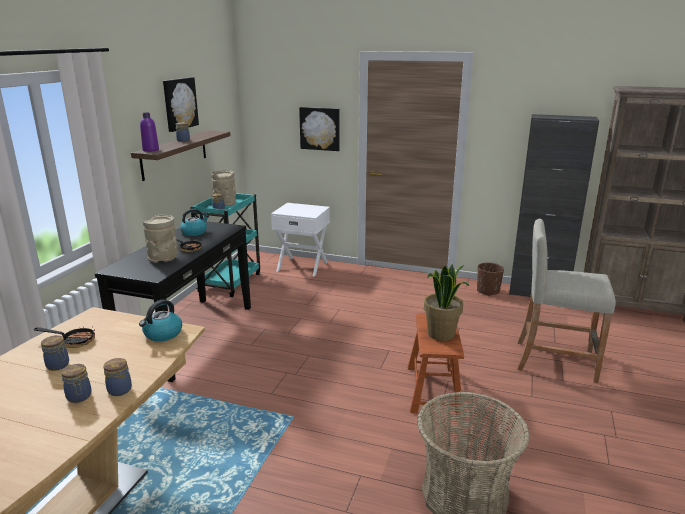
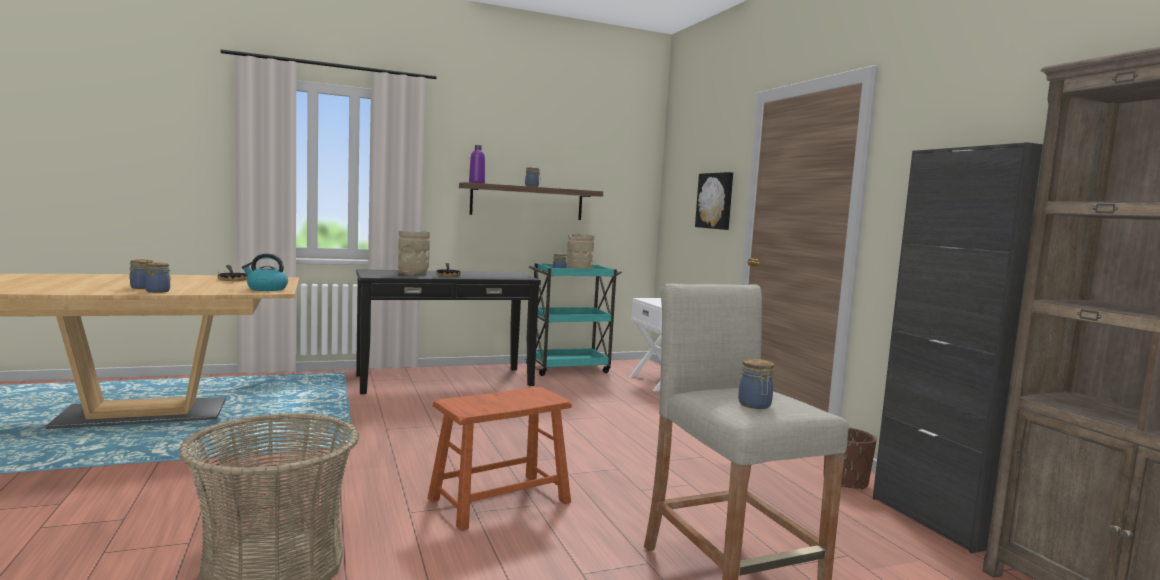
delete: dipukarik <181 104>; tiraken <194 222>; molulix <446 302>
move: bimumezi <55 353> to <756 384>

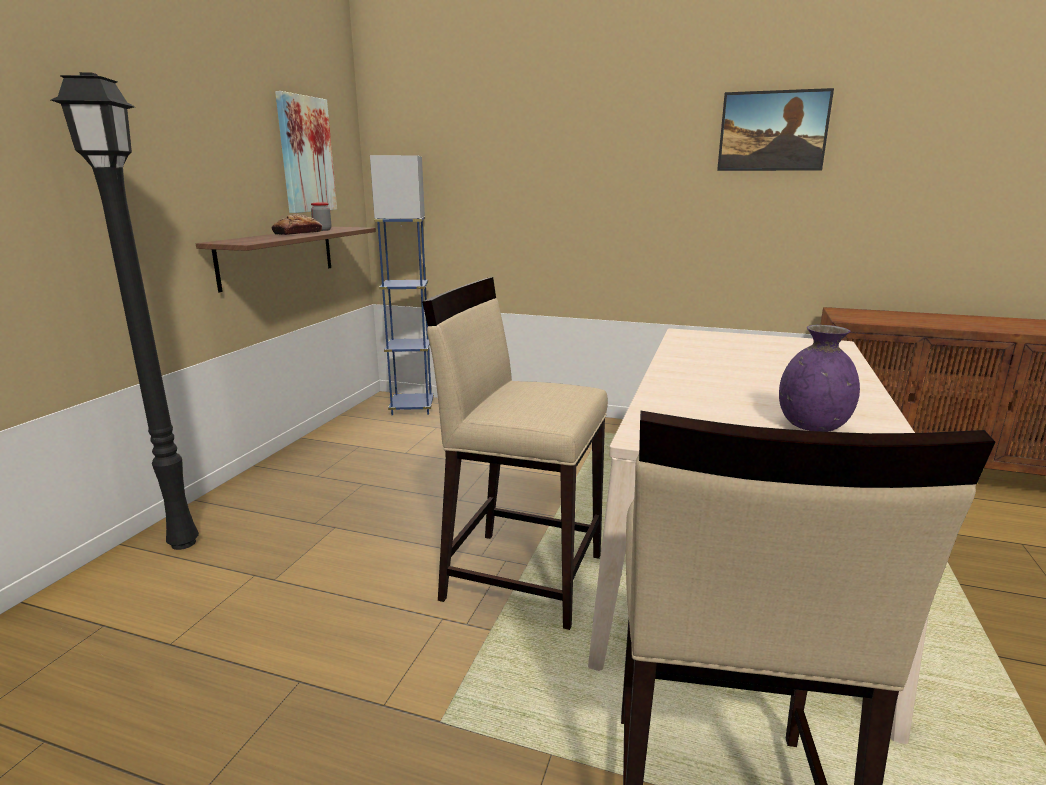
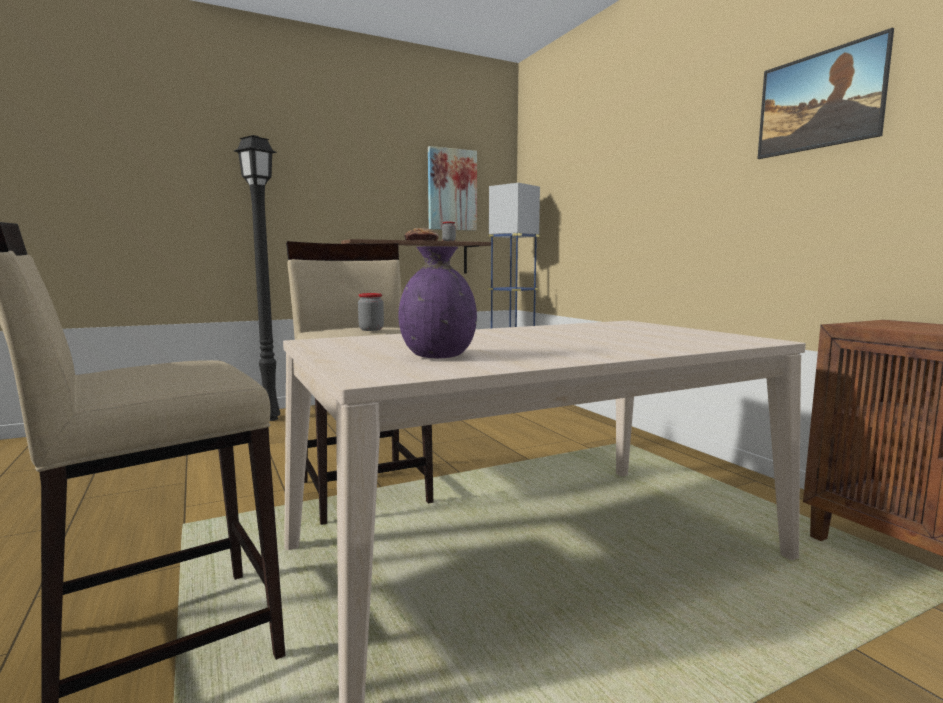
insert: bimumezi <371 312>

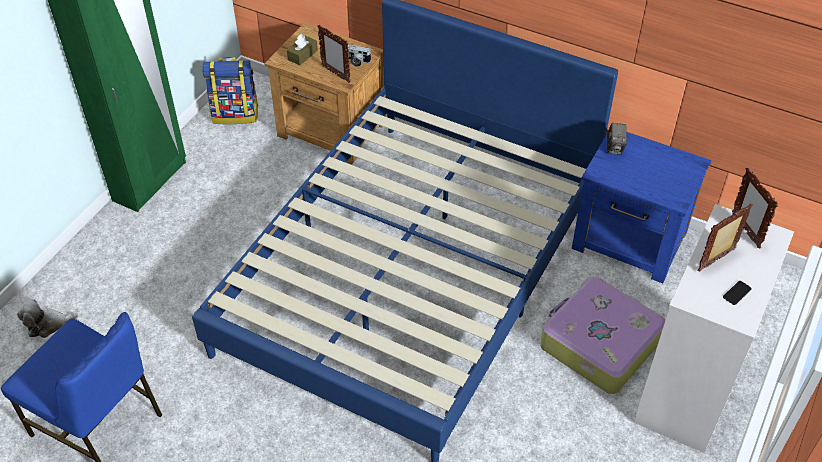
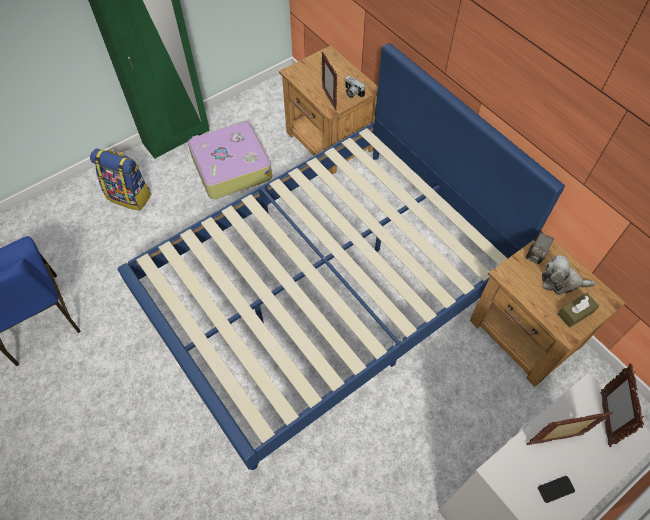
move: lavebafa <230 90> to <120 179>; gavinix <602 335> to <230 160>; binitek <47 318> to <569 275>; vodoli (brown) <302 49> to <578 310>
recolor: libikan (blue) <641 207> to libikan (brown) <548 309>

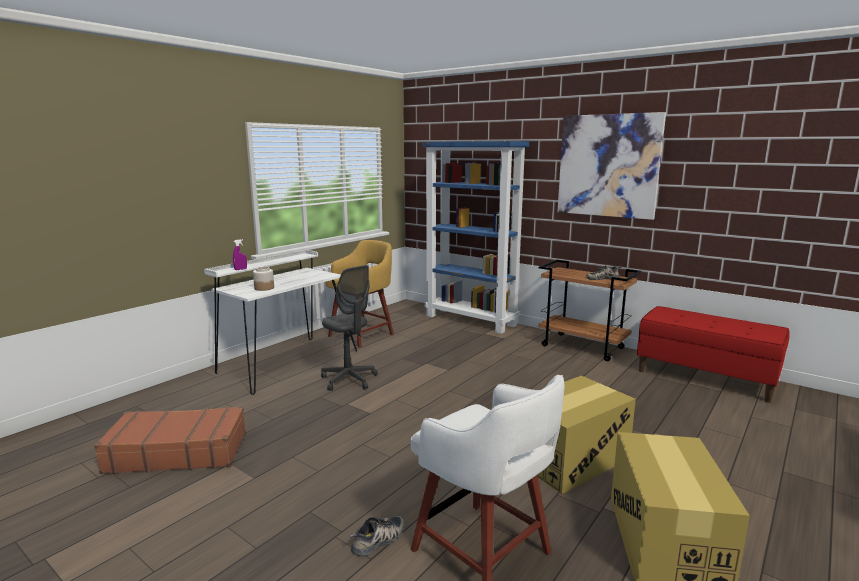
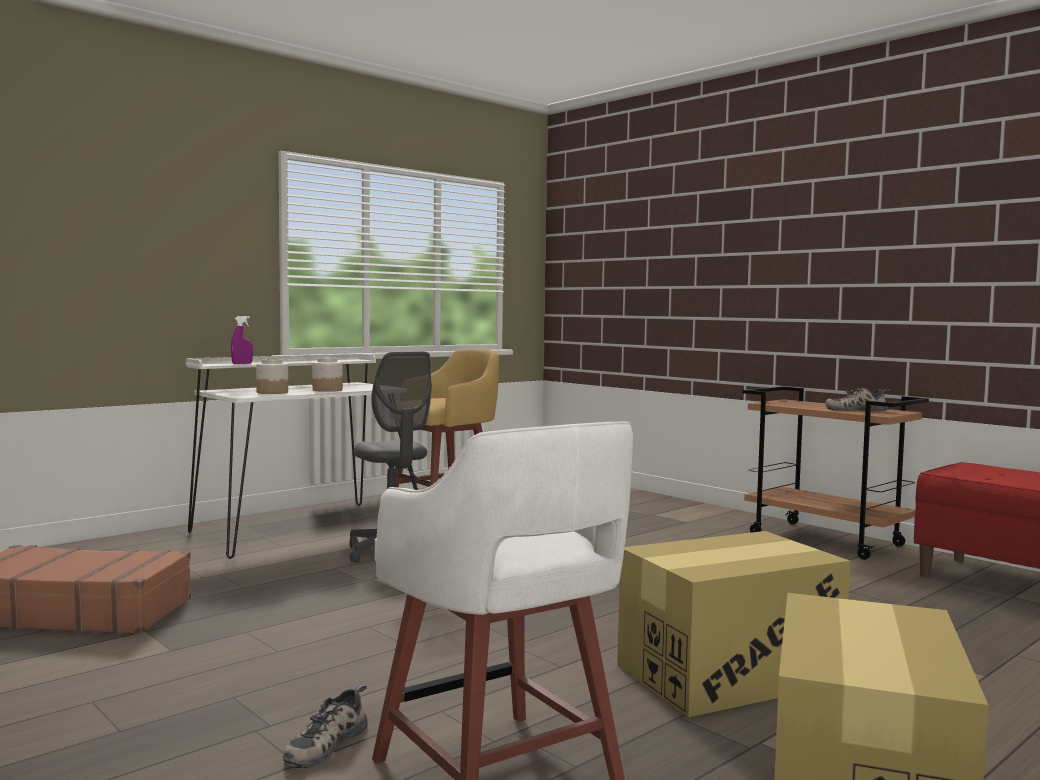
delete: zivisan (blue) <475 237>; dipukarik <611 166>
insert: bimumezi <327 375>
rotate: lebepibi <377 536> = <325 726> 150 degrees clockwise

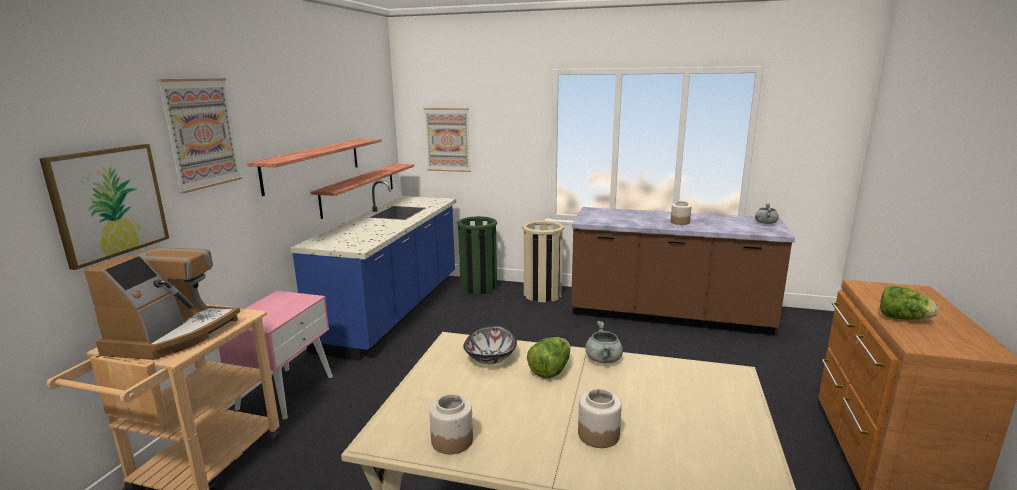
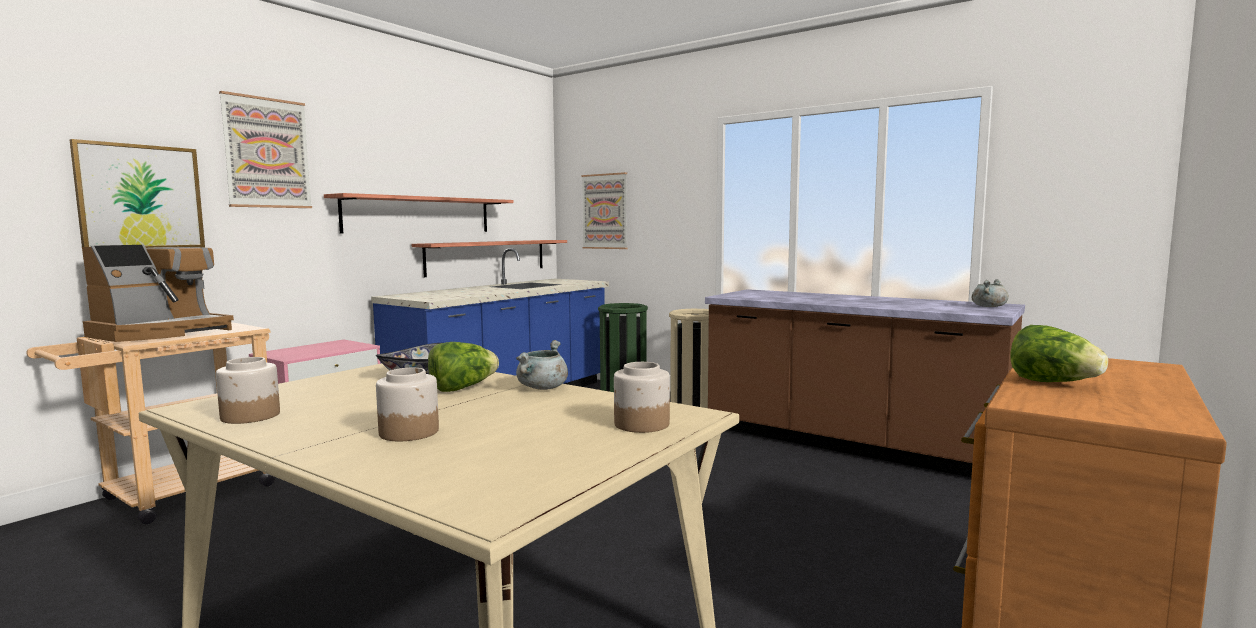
move: bimumezi <681 213> to <642 397>

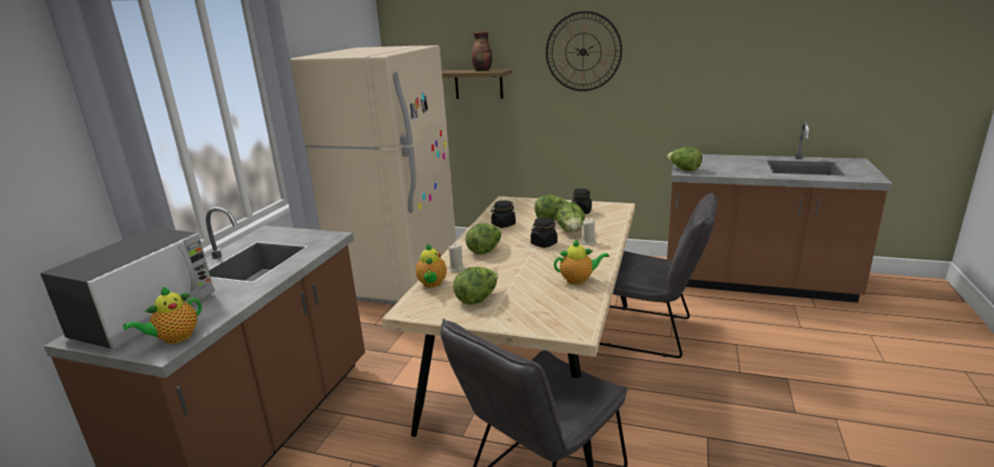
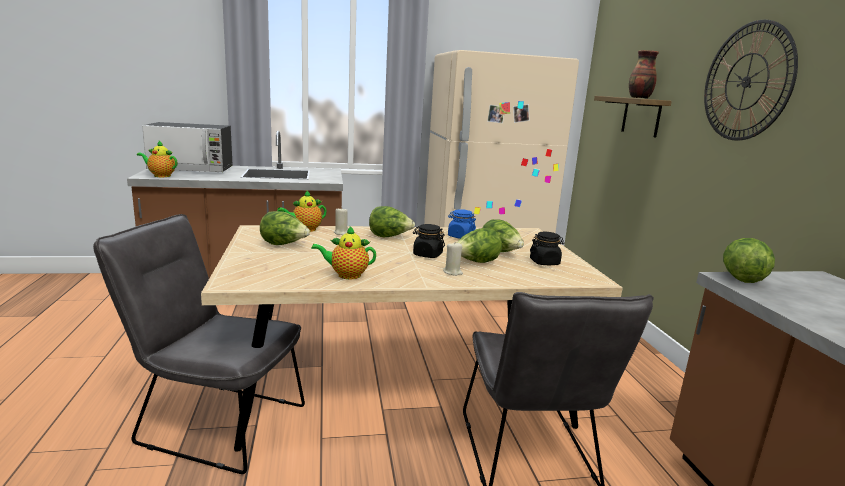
recolor: bimumezi (black) <503 214> to bimumezi (blue) <462 224>
rotate: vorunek <581 262> = <343 252> 120 degrees clockwise

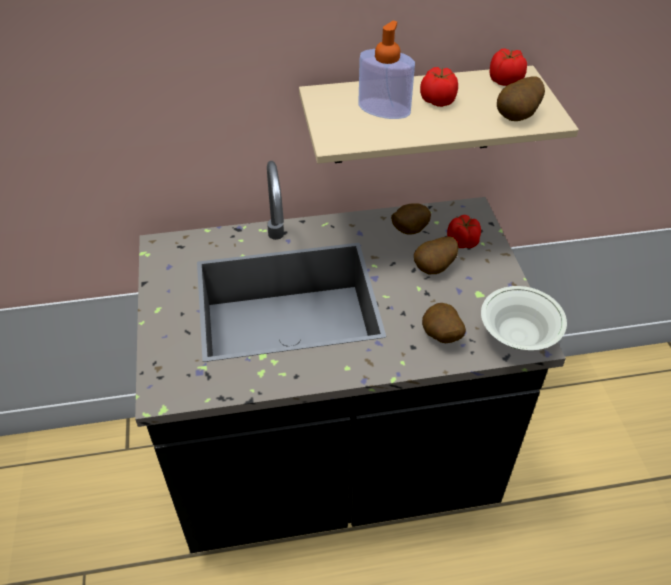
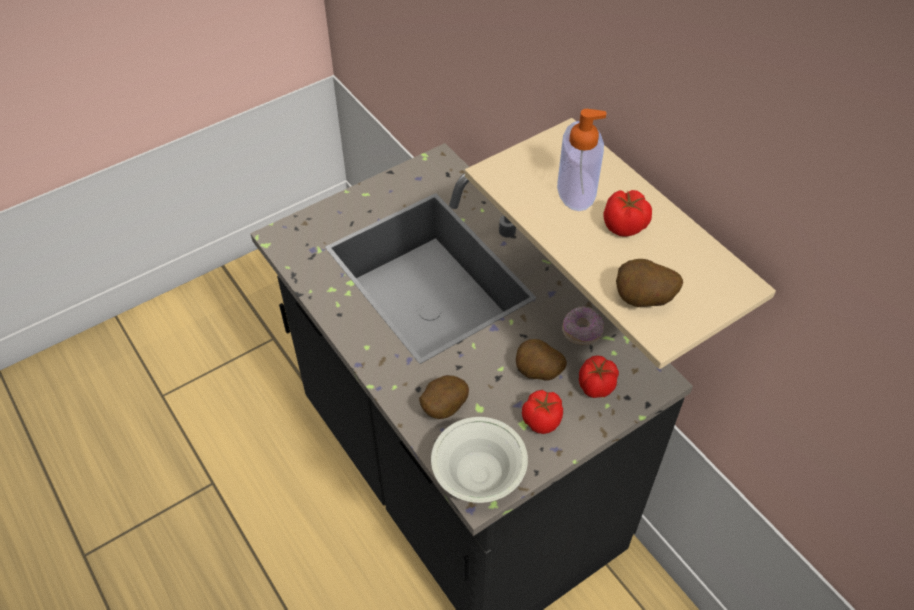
move: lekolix <508 67> to <542 412>
replace: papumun <411 219> to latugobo <583 325>

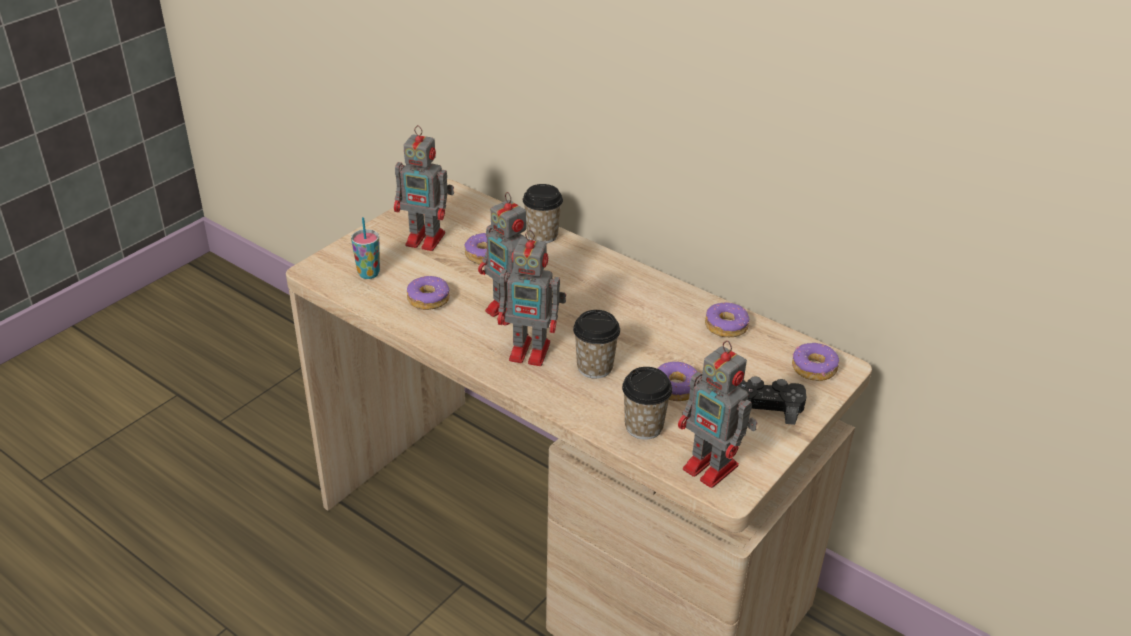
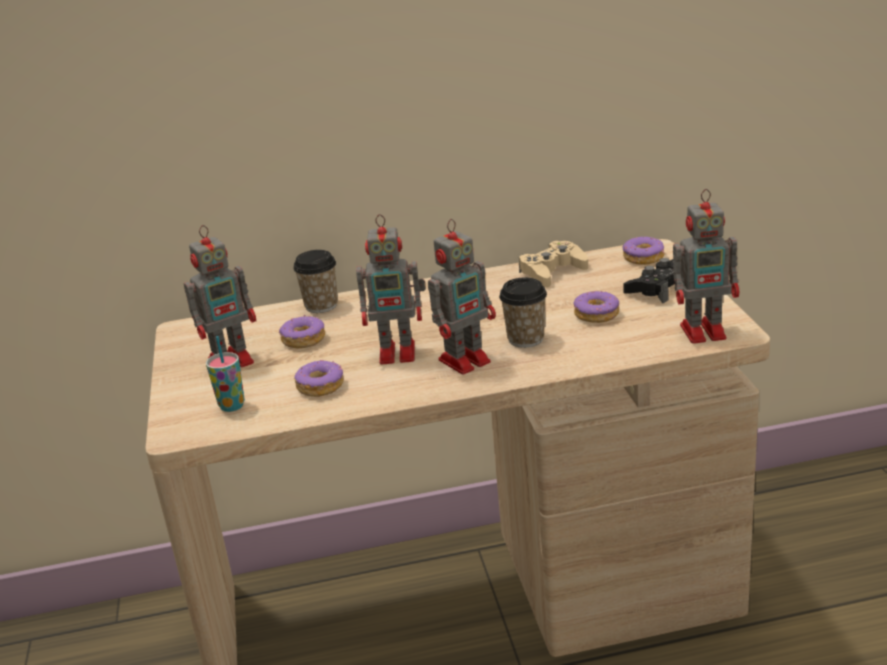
delete: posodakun <647 403>
replace: latugobo <727 319> to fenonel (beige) <553 264>

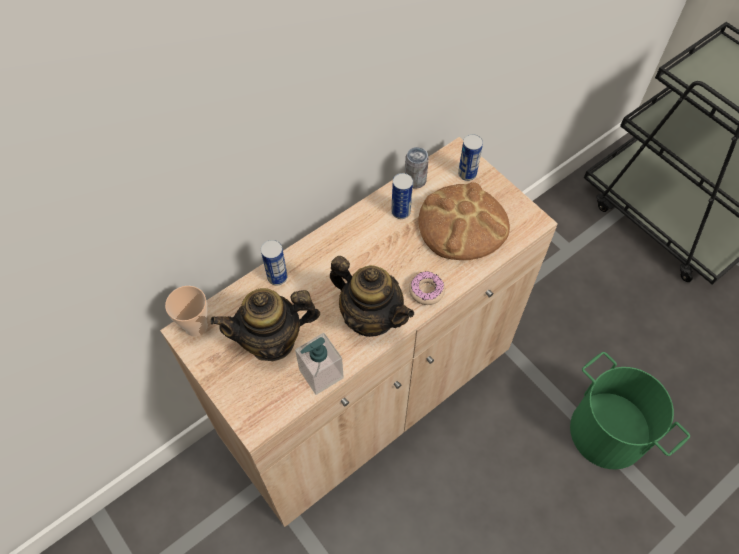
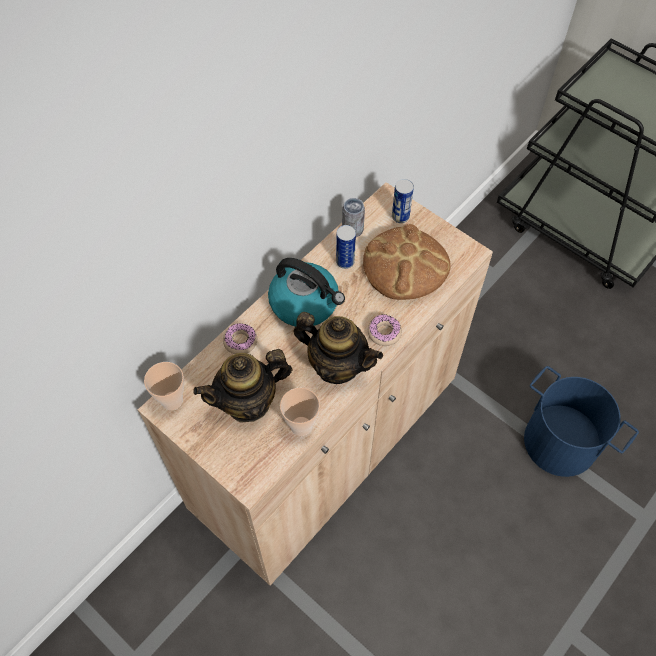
insert: tiraken <306 292>
replace: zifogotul <274 262> to latugobo <240 338>; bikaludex <319 364> to posodakun <300 412>
recolor: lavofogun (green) <630 410> to lavofogun (blue) <581 421>

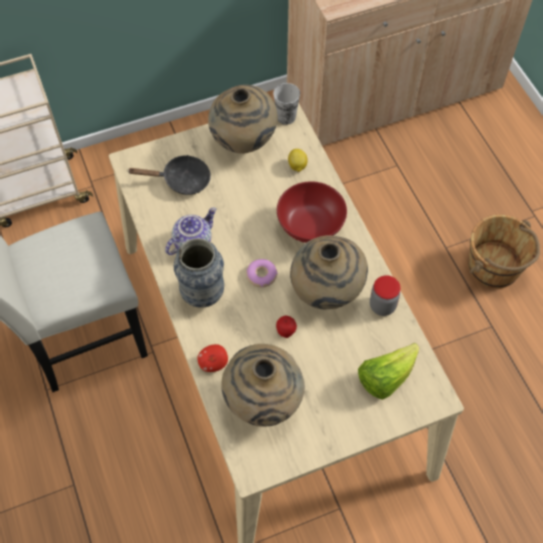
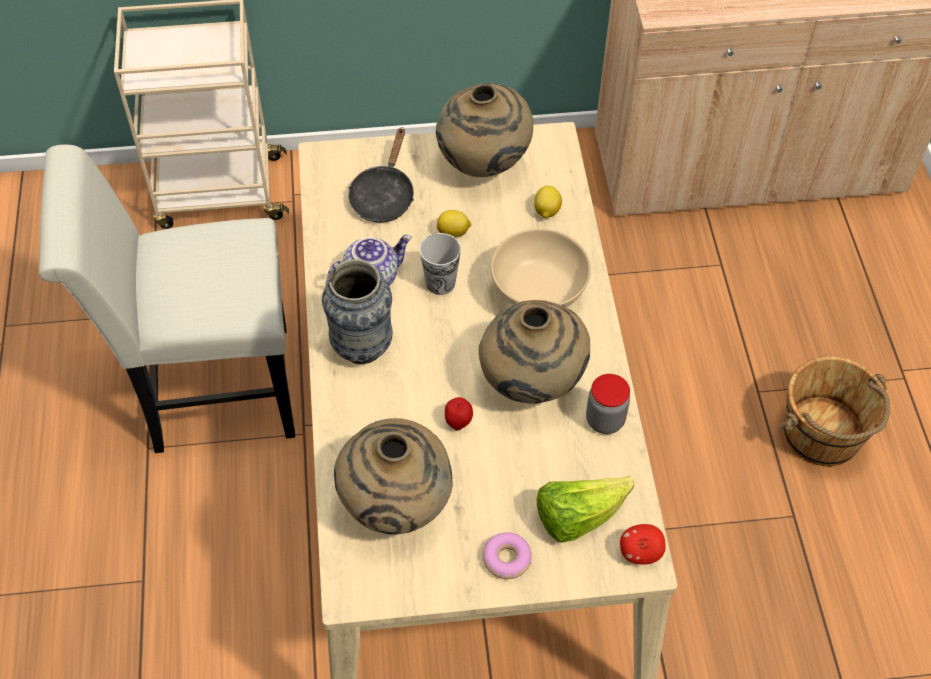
insert: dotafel <454 224>
move: posodakun <286 104> to <440 264>; latugobo <262 273> to <507 555>; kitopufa <212 358> to <643 544>
recolor: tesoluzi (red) <312 212> to tesoluzi (beige) <541 268>
rotate: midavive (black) <169 175> = <381 175> 90 degrees clockwise

